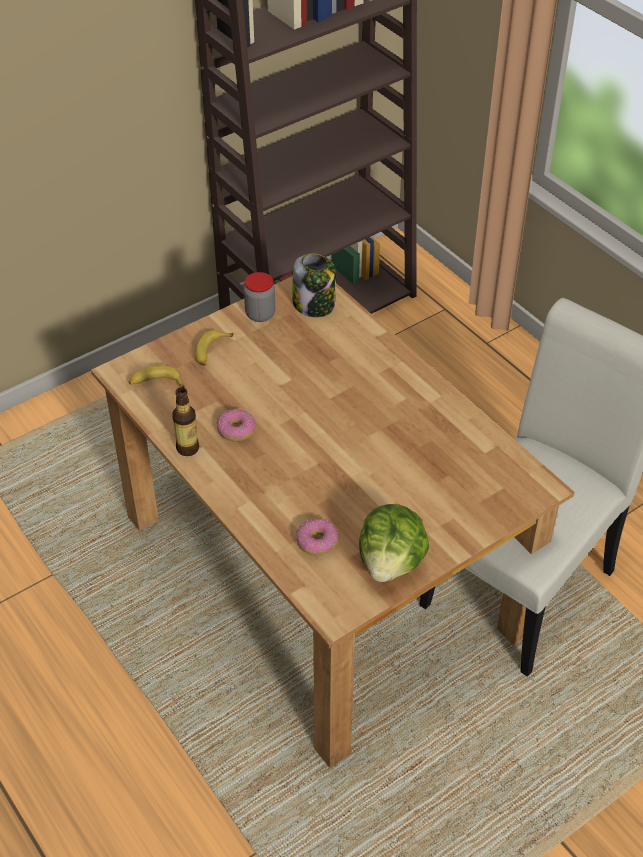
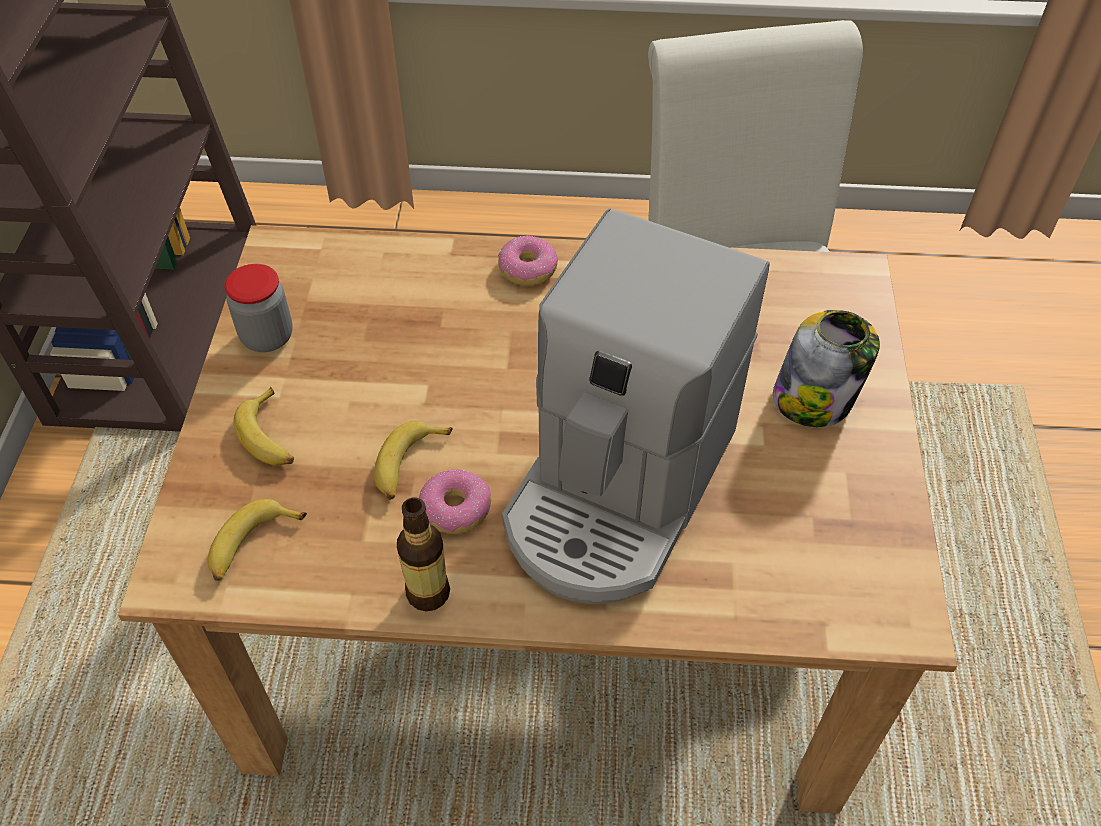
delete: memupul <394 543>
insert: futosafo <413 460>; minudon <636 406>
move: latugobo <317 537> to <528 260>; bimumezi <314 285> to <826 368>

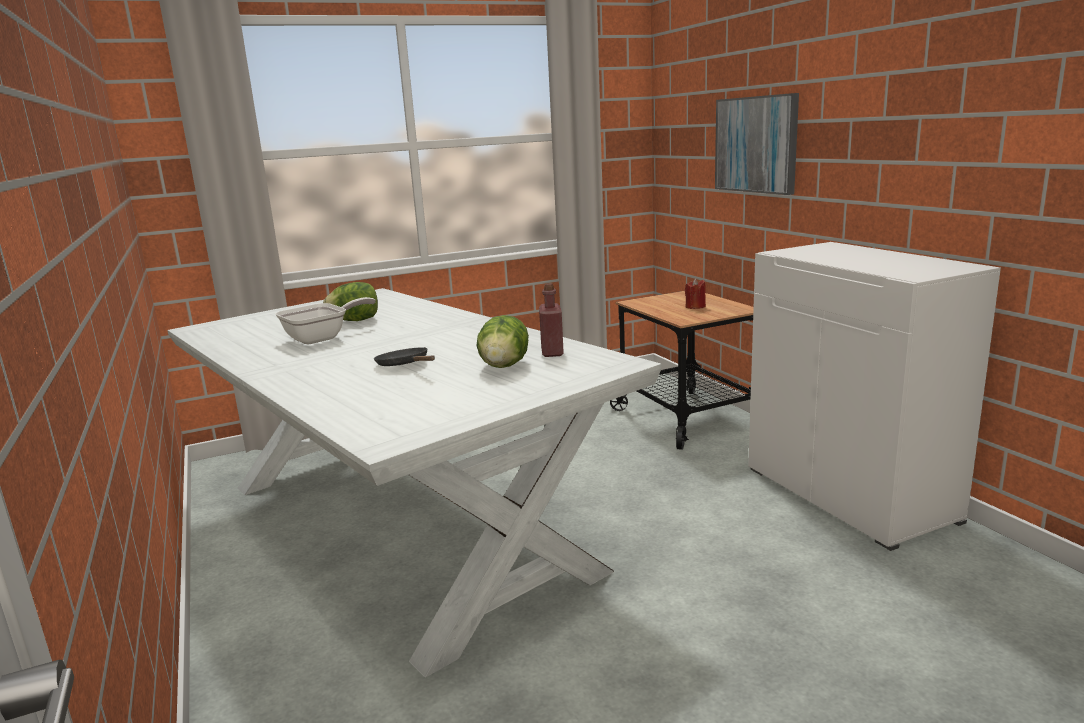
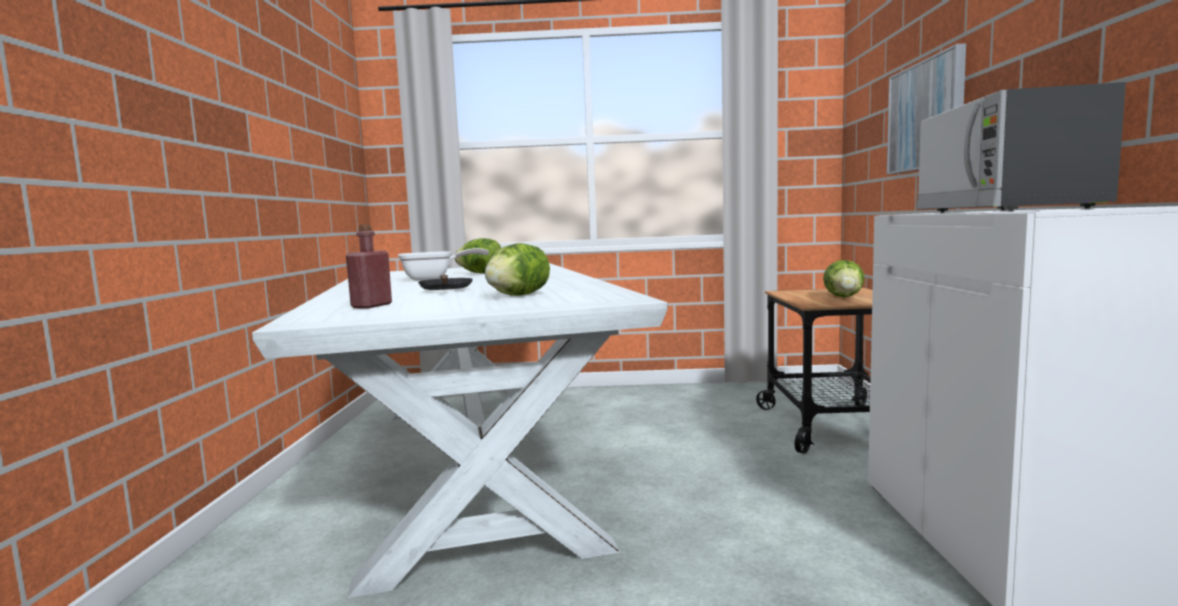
insert: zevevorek <1021 147>
move: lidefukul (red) <551 320> to <369 266>
replace: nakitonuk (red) <695 293> to memupul <844 278>

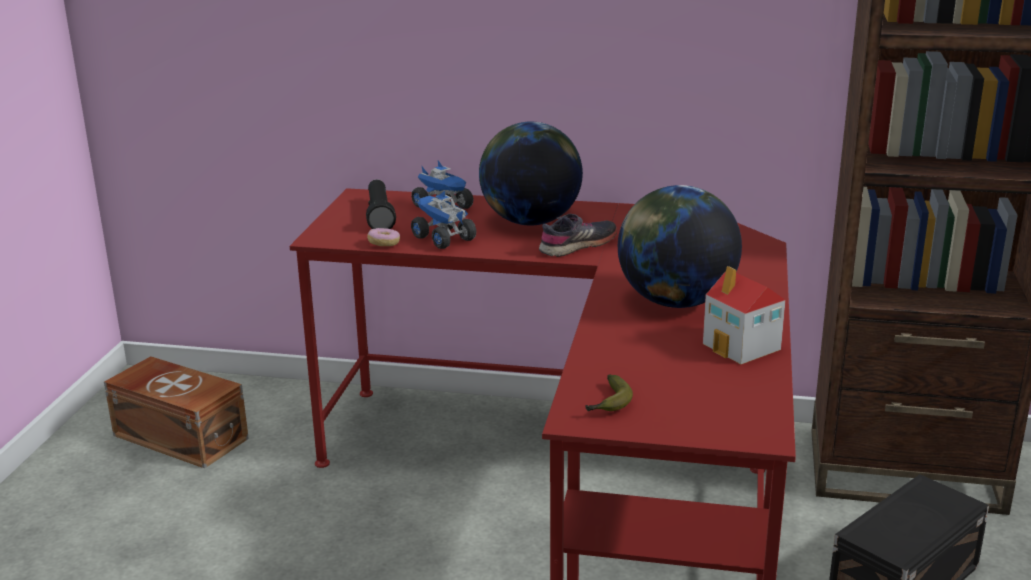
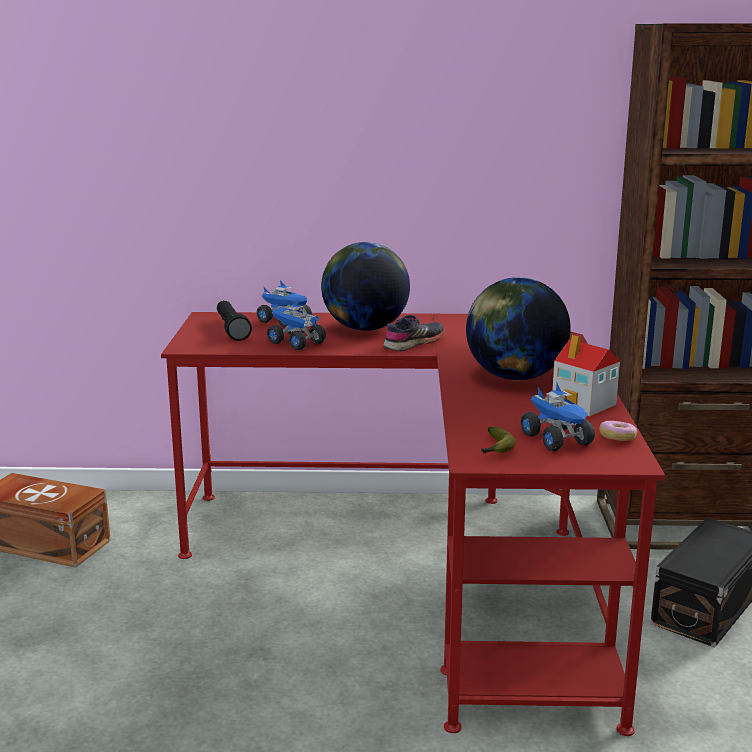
insert: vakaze <557 417>
move: latugobo <383 237> to <618 431>

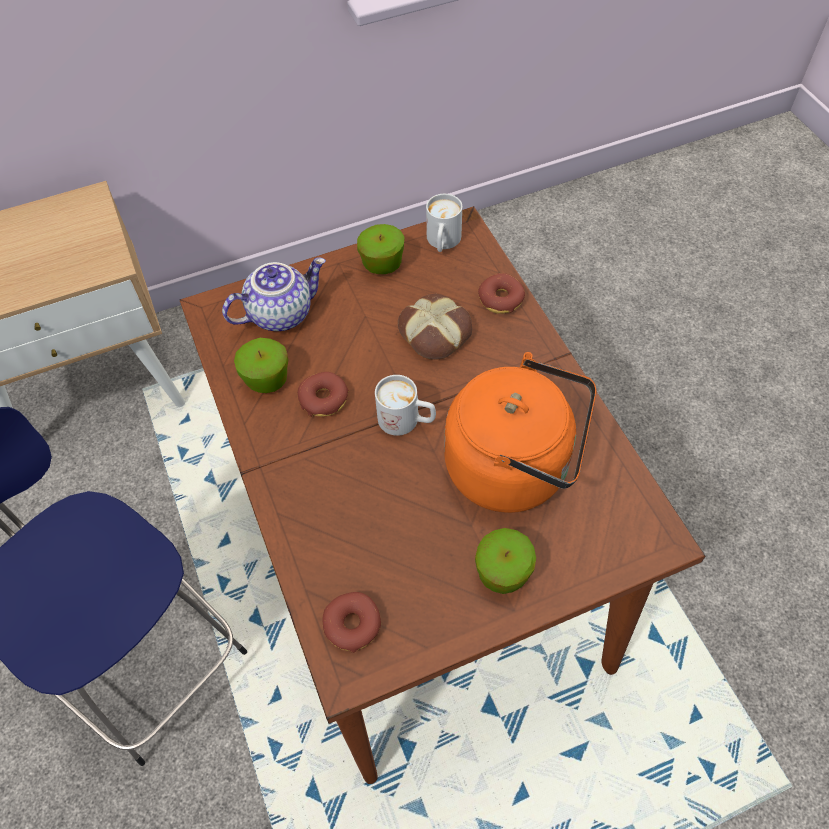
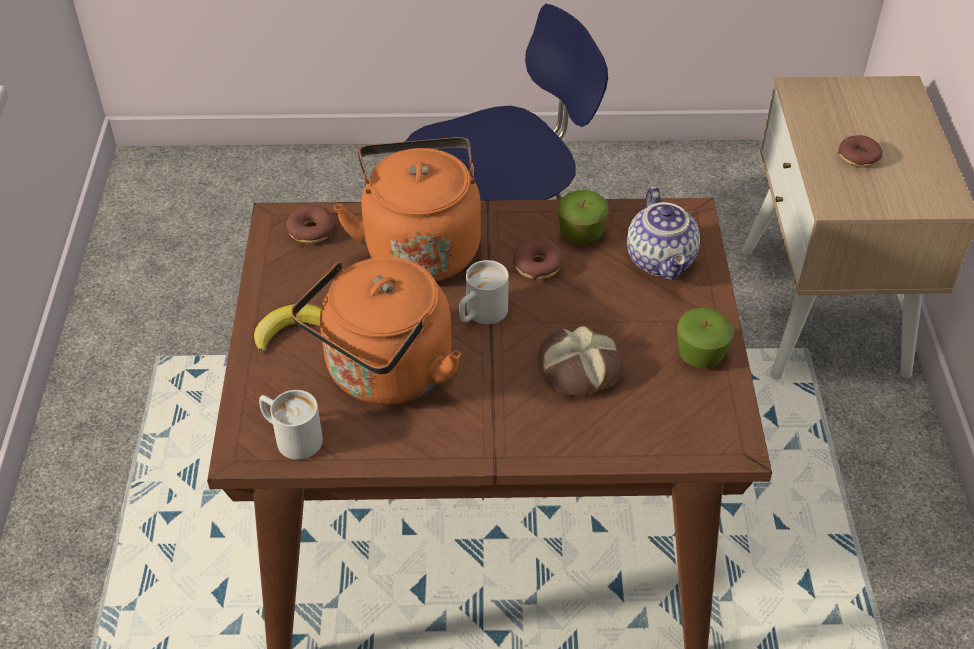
insert: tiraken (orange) <407 209>
move: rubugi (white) <444 223> to <291 425>; latugobo <501 293> to <860 151>
replace: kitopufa <505 561> to futosafo <287 329>

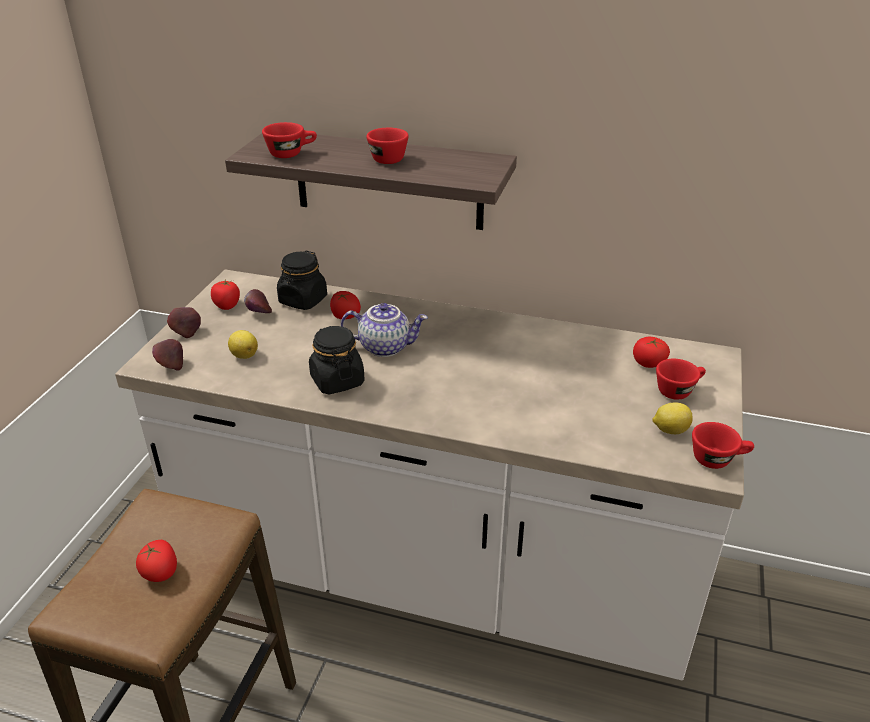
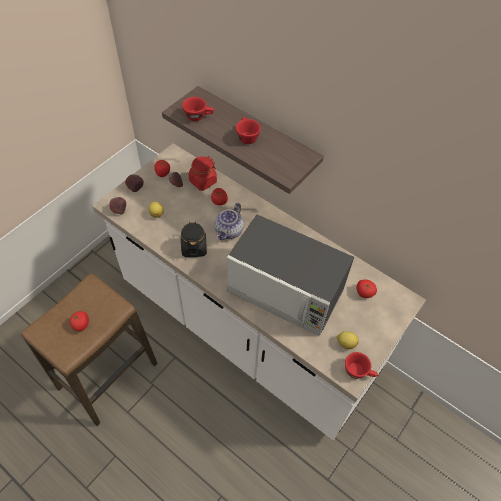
delete: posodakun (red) <681 379>
insert: zevevorek <290 275>
recolor: bimumezi (black) <302 280> to bimumezi (red) <202 173>
rotate: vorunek <384 330> = <229 221> 90 degrees clockwise

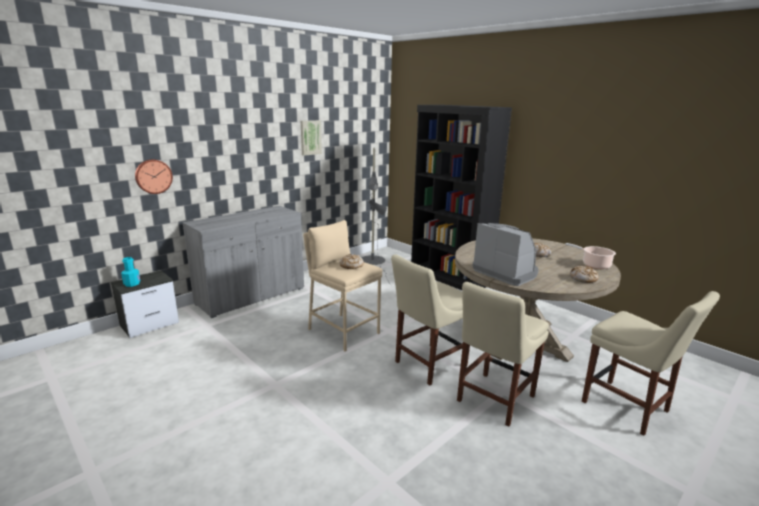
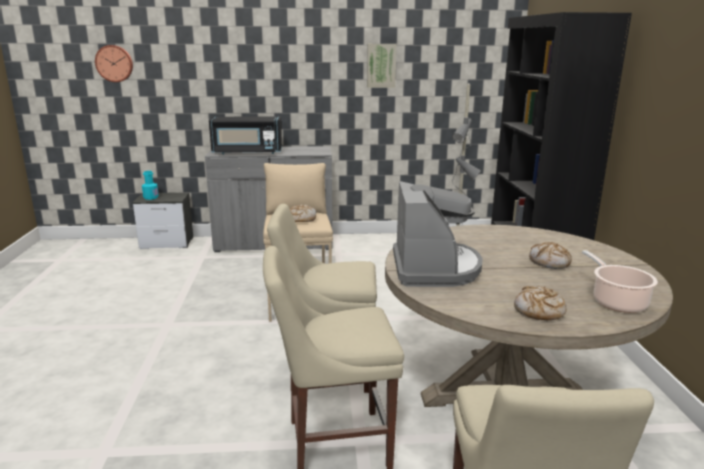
insert: zevevorek (black) <245 135>
move: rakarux <154 176> to <114 63>

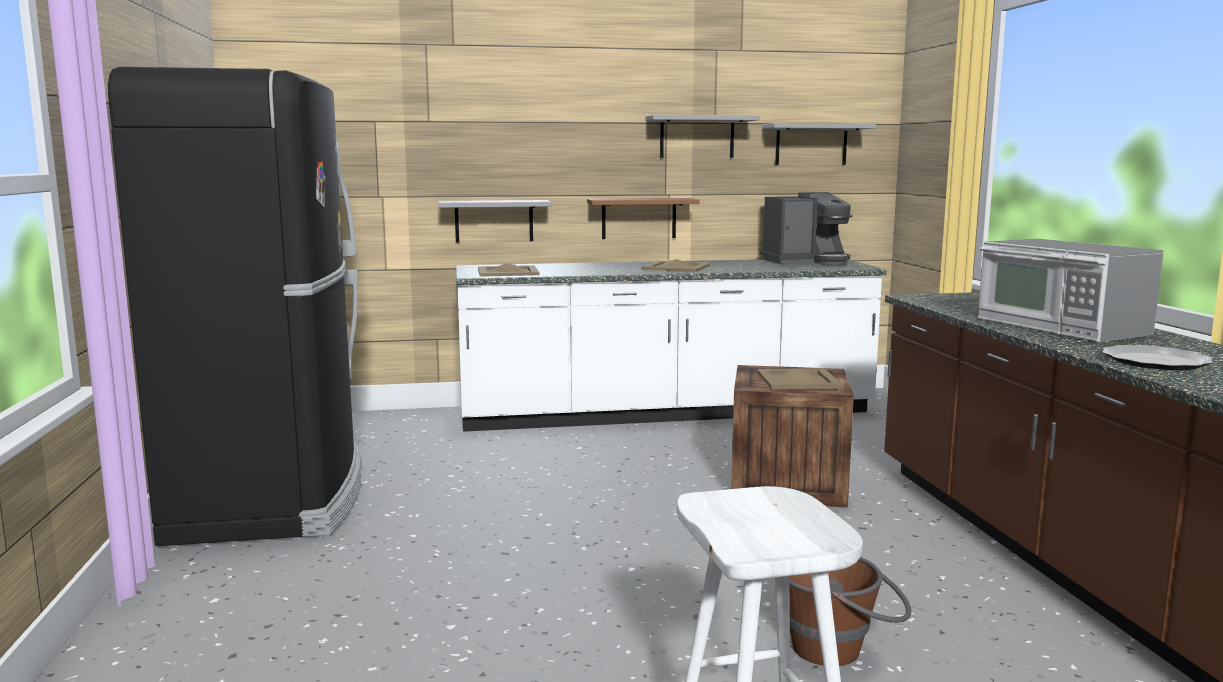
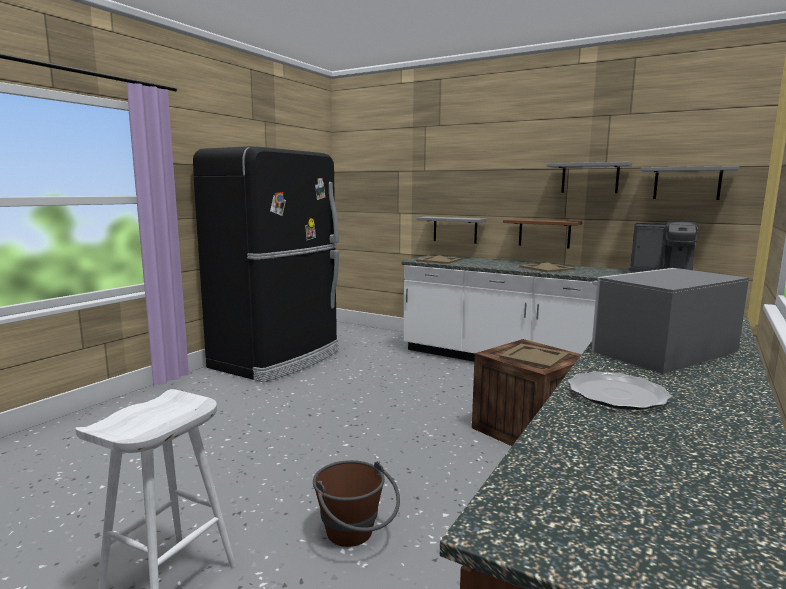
rotate: zevevorek <1070 290> = <670 321> 45 degrees clockwise

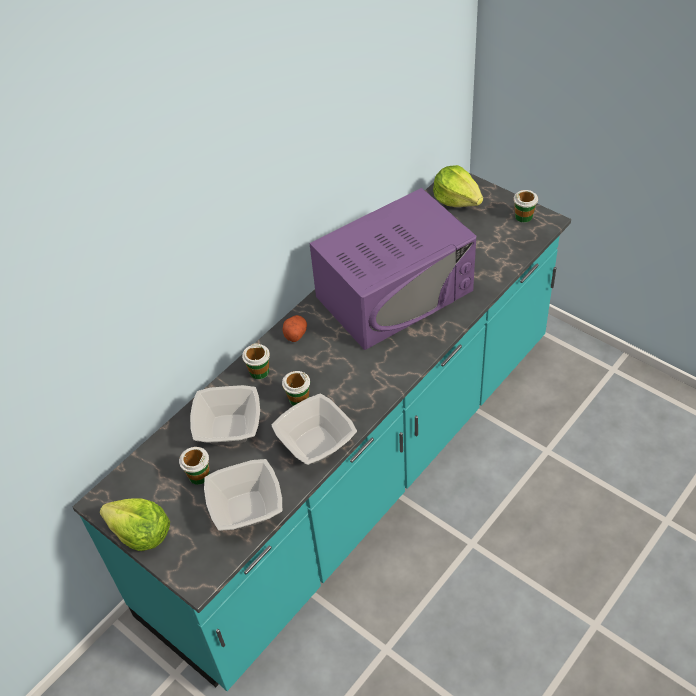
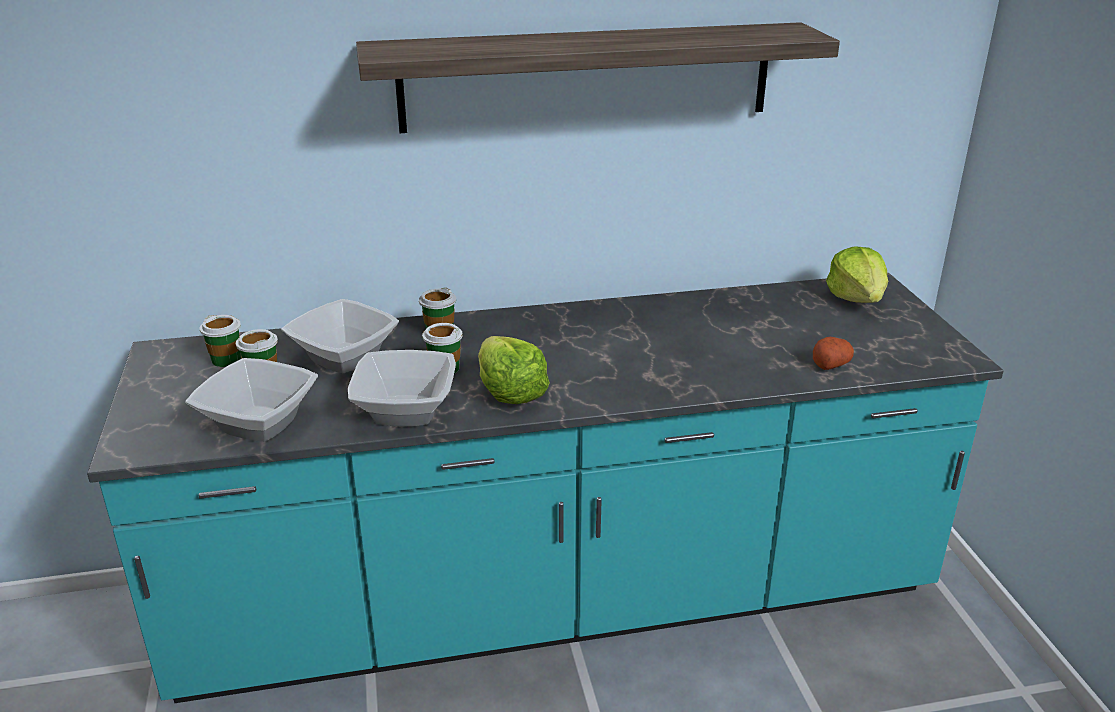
delete: zevevorek (purple) <393 269>
insert: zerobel <598 77>
move: posodakun <526 206> to <220 341>; memupul <135 524> to <514 370>; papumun <295 328> to <833 353>

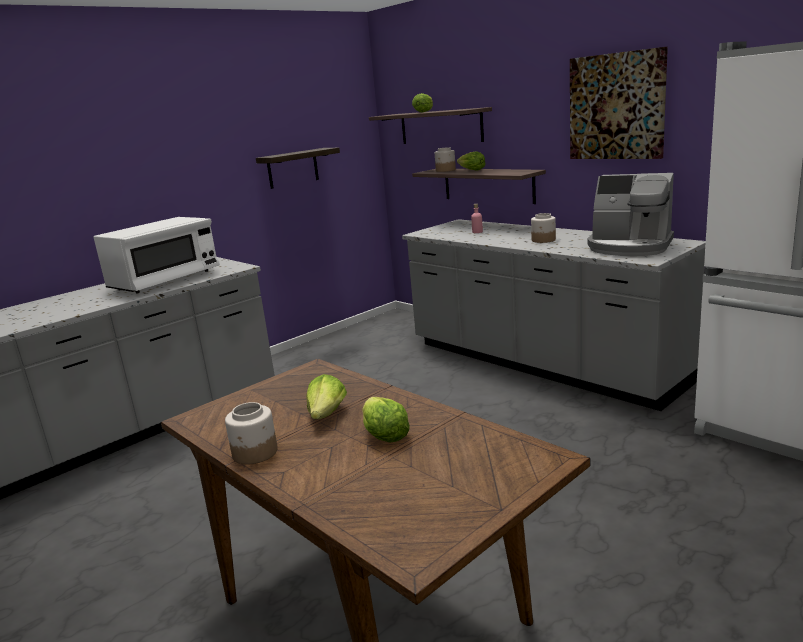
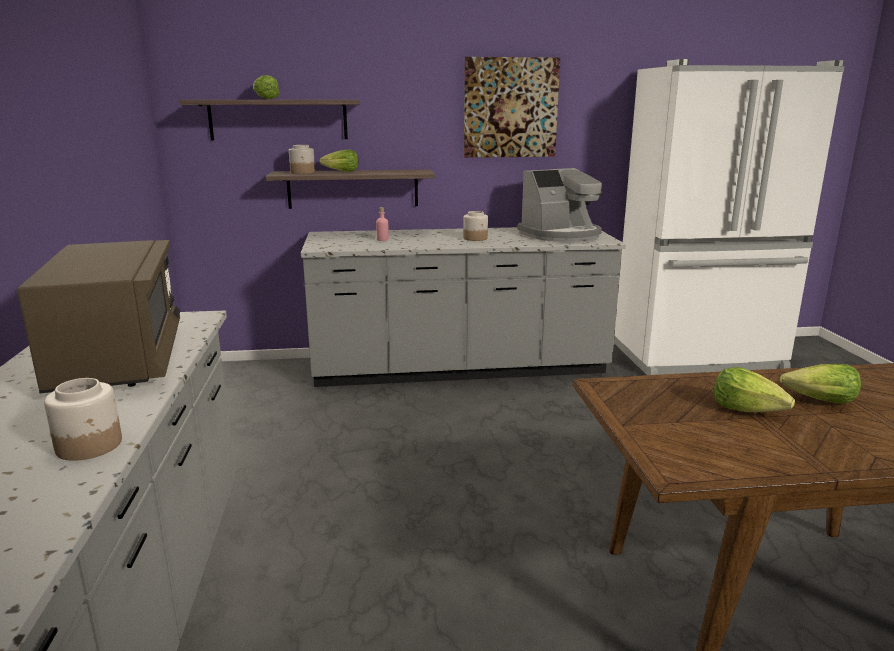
delete: zerobel <298 168>
move: bimumezi <251 433> to <83 419>
recolor: zevevorek (white) <157 255> to zevevorek (brown) <99 316>

